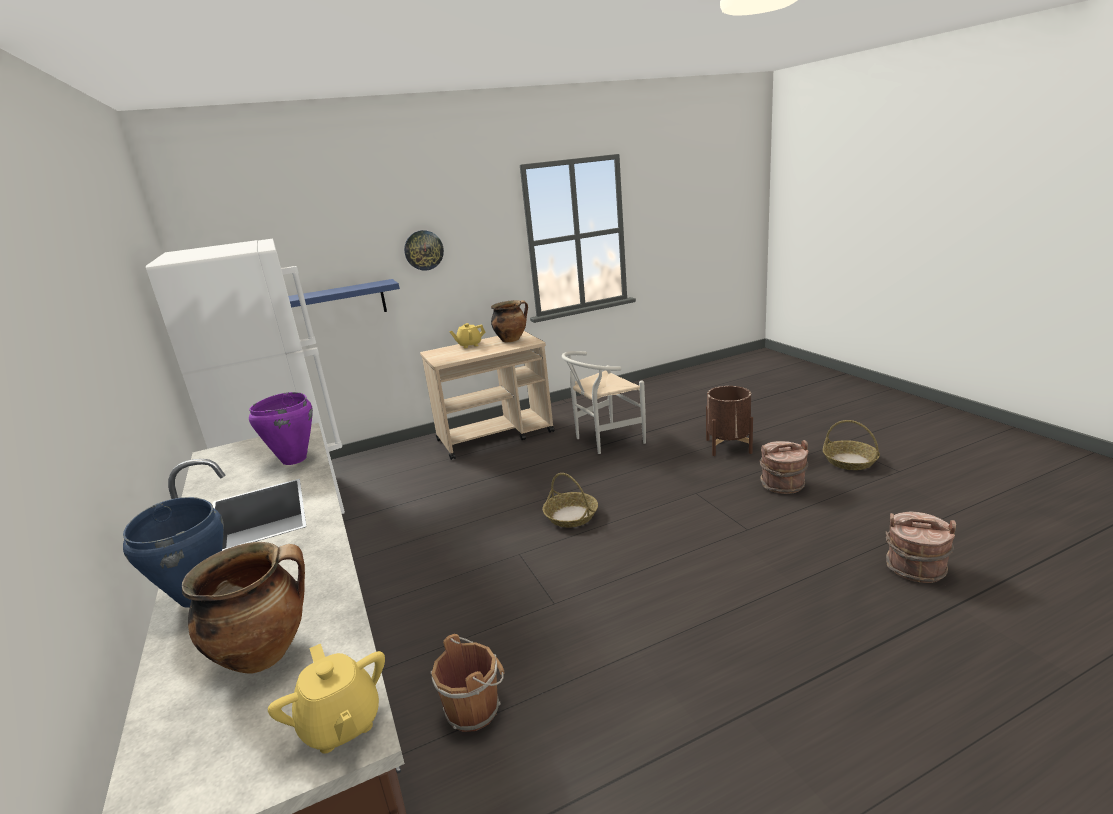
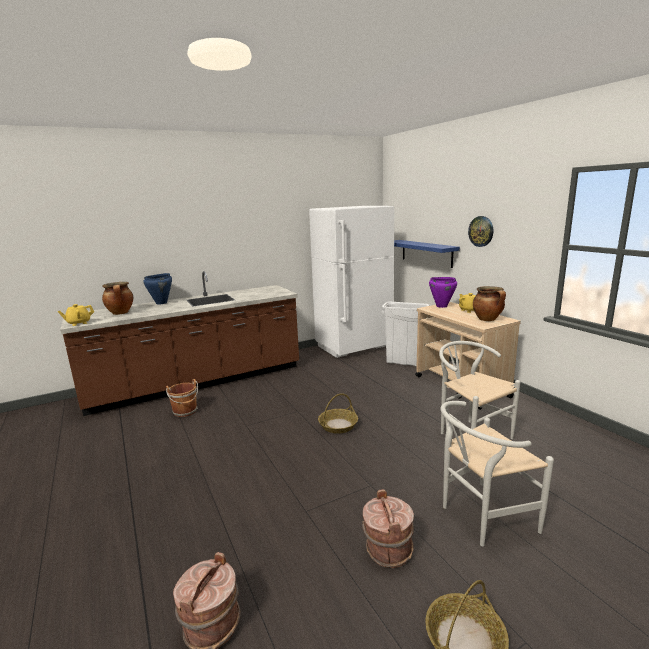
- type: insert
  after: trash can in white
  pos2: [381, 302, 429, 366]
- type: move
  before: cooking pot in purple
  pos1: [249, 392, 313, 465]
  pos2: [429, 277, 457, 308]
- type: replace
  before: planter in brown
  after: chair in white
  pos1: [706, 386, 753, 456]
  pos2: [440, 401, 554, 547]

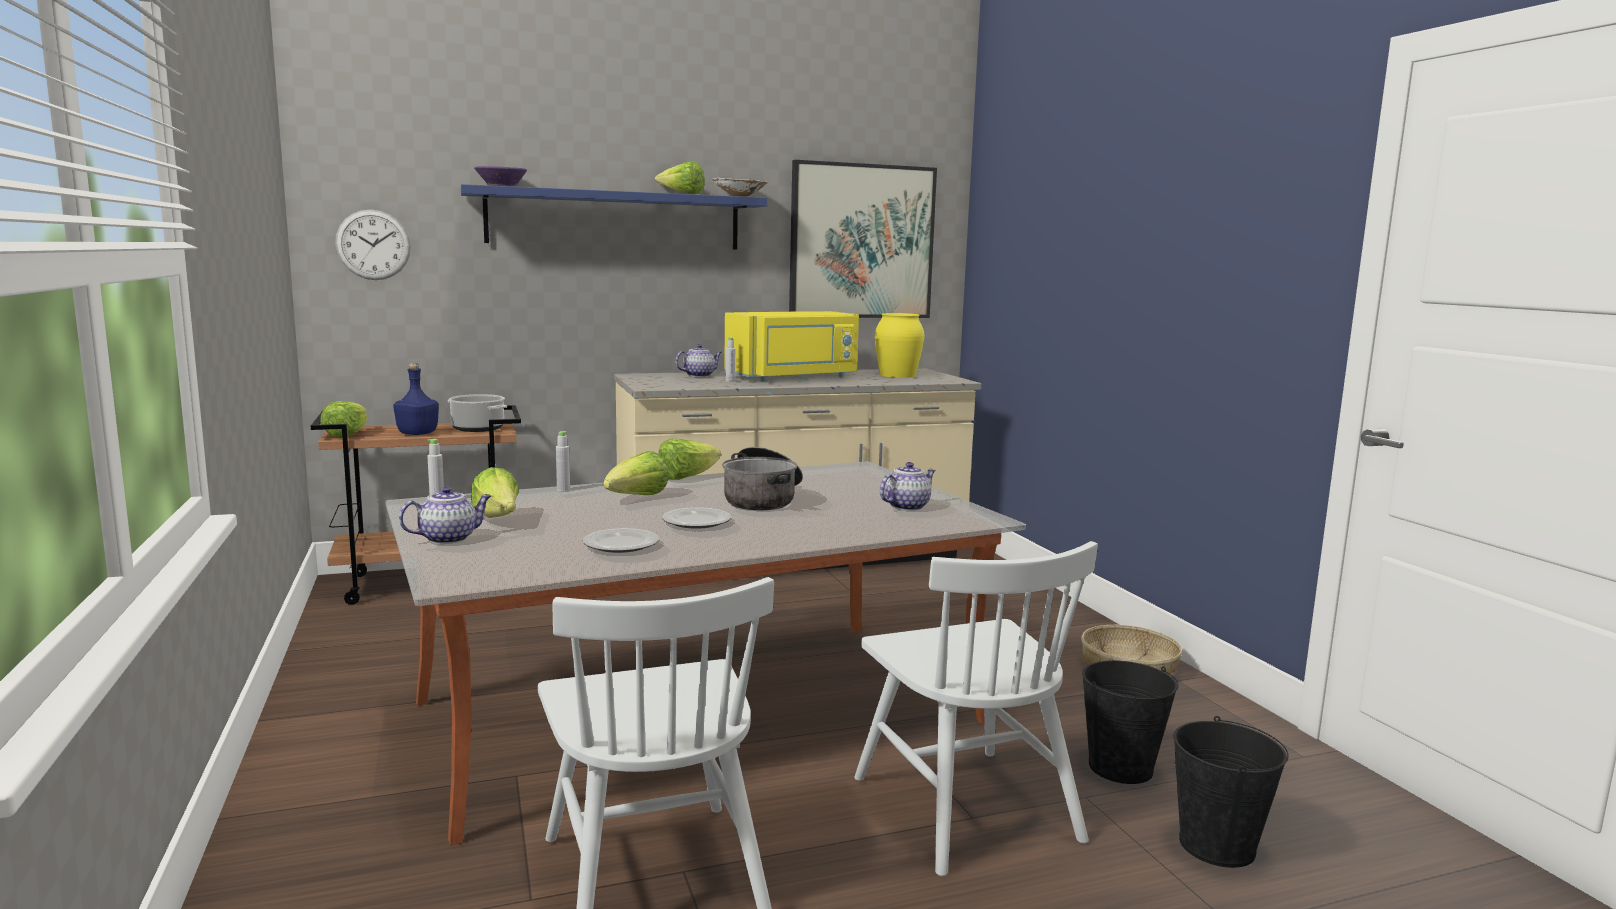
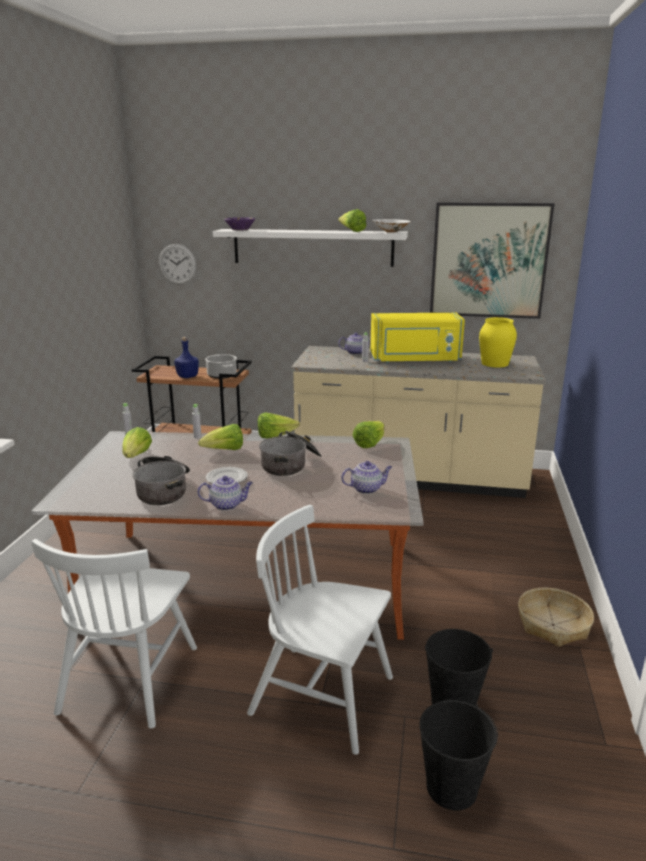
- type: move
  before: lettuce
  pos1: [320, 401, 367, 437]
  pos2: [353, 421, 384, 448]
- type: move
  before: teapot
  pos1: [399, 486, 491, 544]
  pos2: [198, 476, 253, 511]
- type: replace
  before: plate
  after: cooking pot
  pos1: [582, 528, 659, 553]
  pos2: [133, 456, 190, 505]
- type: recolor
  before: shelf in blue
  after: shelf in white
  pos1: [461, 184, 768, 250]
  pos2: [213, 229, 408, 267]
- type: rotate
  before: chair in white
  pos1: [854, 541, 1098, 876]
  pos2: [247, 505, 393, 755]
  turn: 105

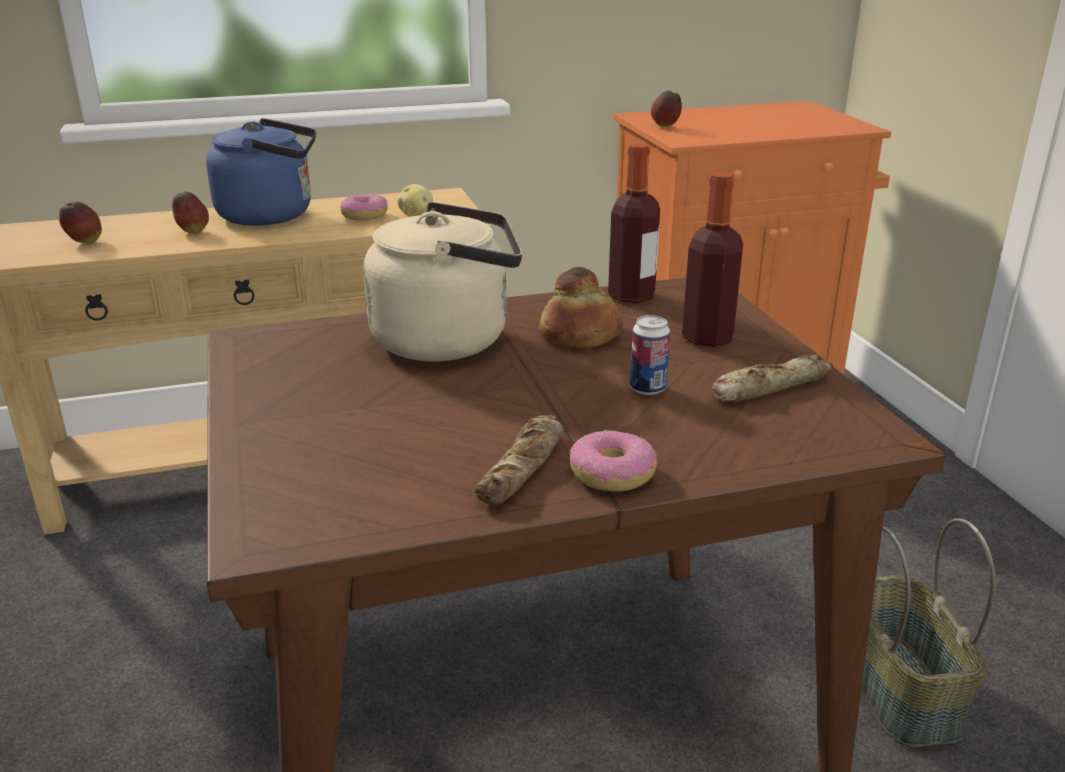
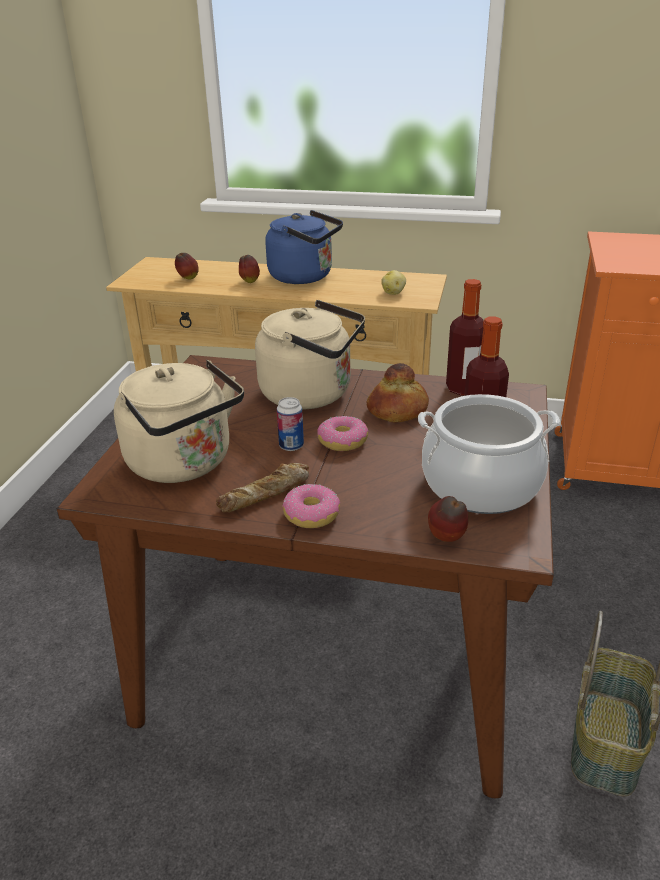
- type: insert
  after: kettle in beige
  pos2: [114, 359, 244, 483]
- type: move
  before: donut
  pos1: [340, 193, 388, 221]
  pos2: [317, 416, 369, 451]
- type: move
  before: can
  pos1: [630, 315, 670, 395]
  pos2: [277, 397, 304, 451]
- type: move
  before: apple
  pos1: [651, 91, 682, 127]
  pos2: [428, 496, 468, 542]
- type: replace
  before: bread
  after: cooking pot
  pos1: [712, 355, 833, 403]
  pos2: [418, 394, 560, 514]

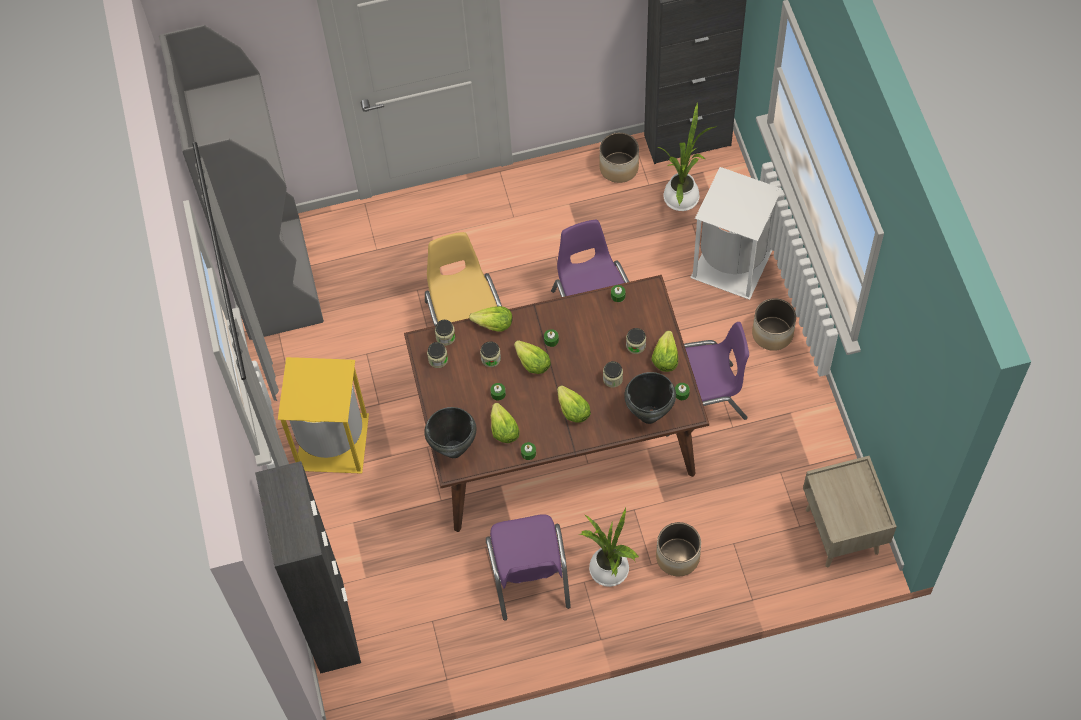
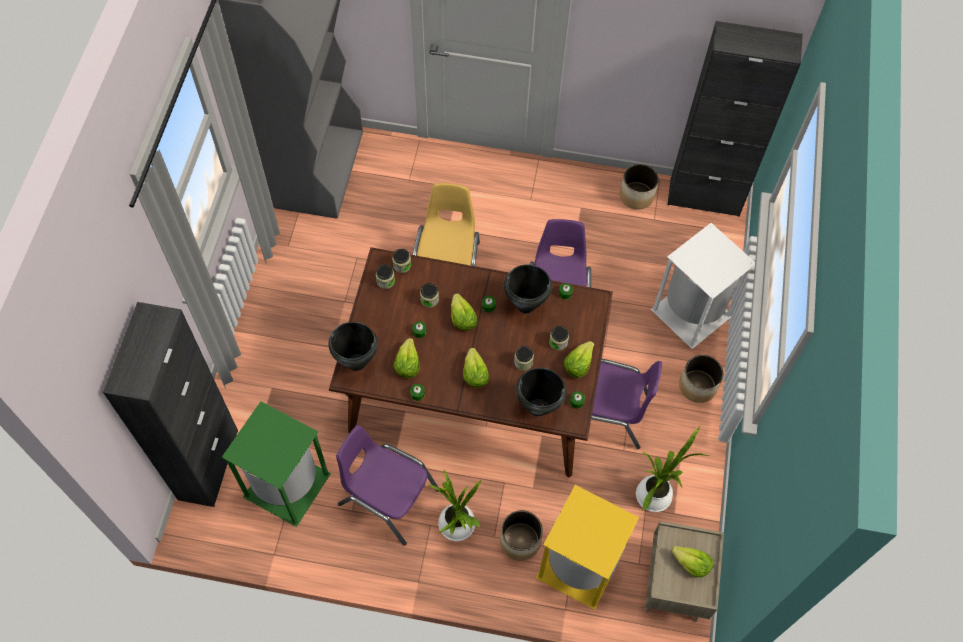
- type: insert
  after: trash can in green
  pos2: [222, 401, 331, 527]
- type: insert
  after: cooking pot in black
  pos2: [504, 264, 552, 313]
- type: move
  before: trash can in yellow
  pos1: [278, 357, 369, 474]
  pos2: [536, 485, 639, 610]
- type: move
  before: lettuce
  pos1: [469, 306, 512, 332]
  pos2: [671, 546, 713, 577]
- type: move
  before: potted plant
  pos1: [658, 102, 717, 211]
  pos2: [636, 426, 710, 512]
- type: rotate
  before: chair in purple
  pos1: [486, 514, 571, 621]
  pos2: [336, 425, 439, 546]
  turn: 105

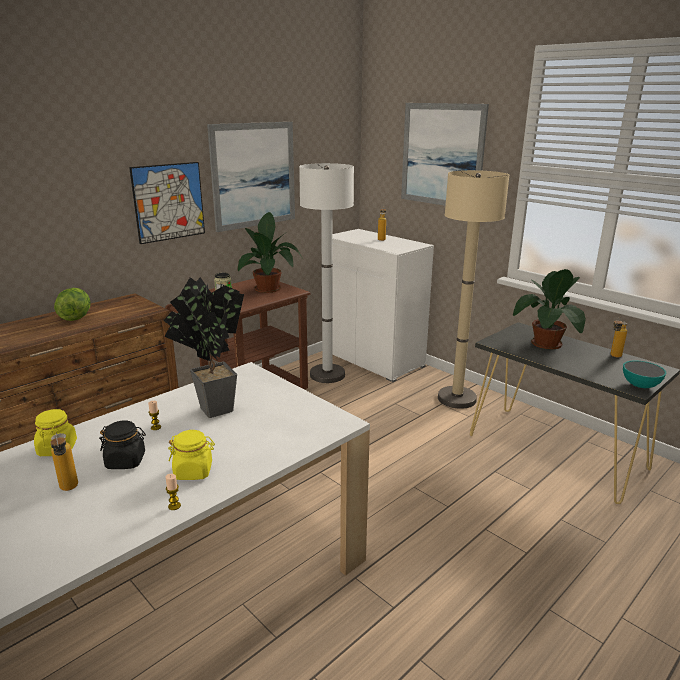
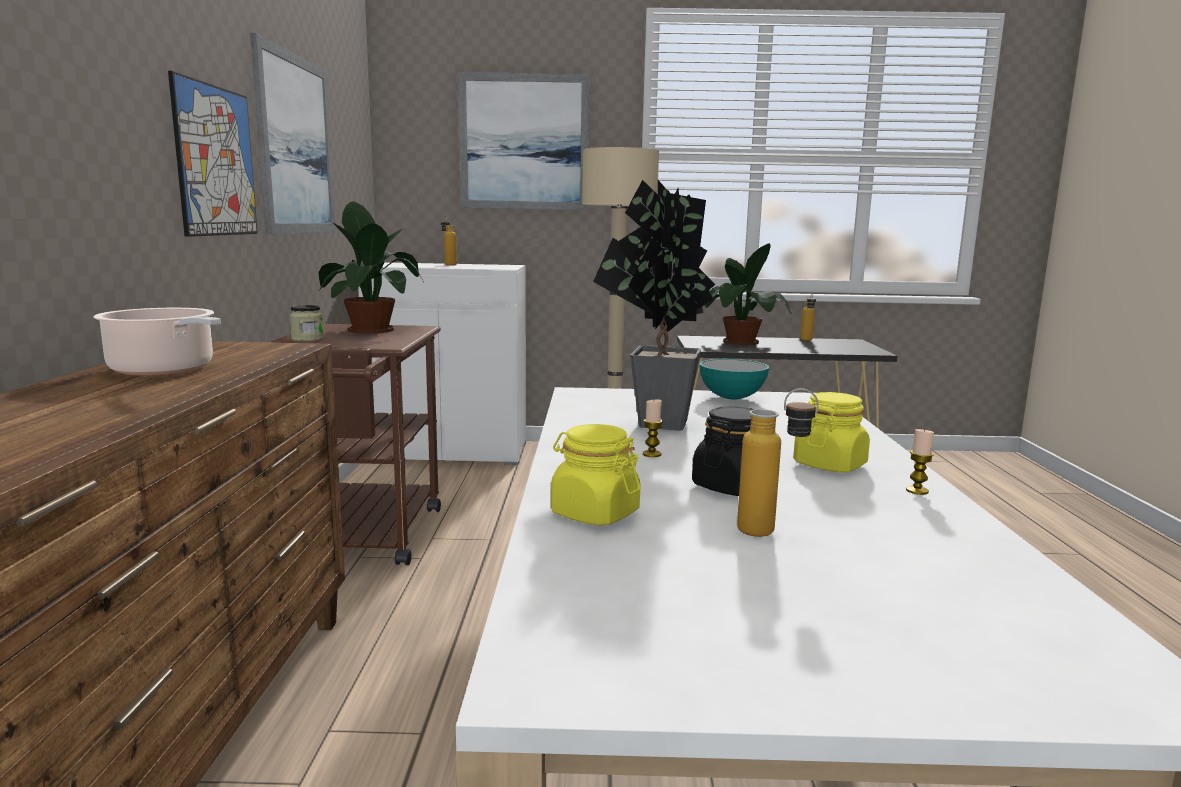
- type: delete
  before: floor lamp in white
  pos1: [299, 163, 354, 383]
- type: move
  before: bowl
  pos1: [623, 360, 666, 388]
  pos2: [700, 359, 769, 399]
- type: replace
  before: lettuce
  after: cooking pot
  pos1: [54, 288, 91, 321]
  pos2: [93, 308, 221, 376]

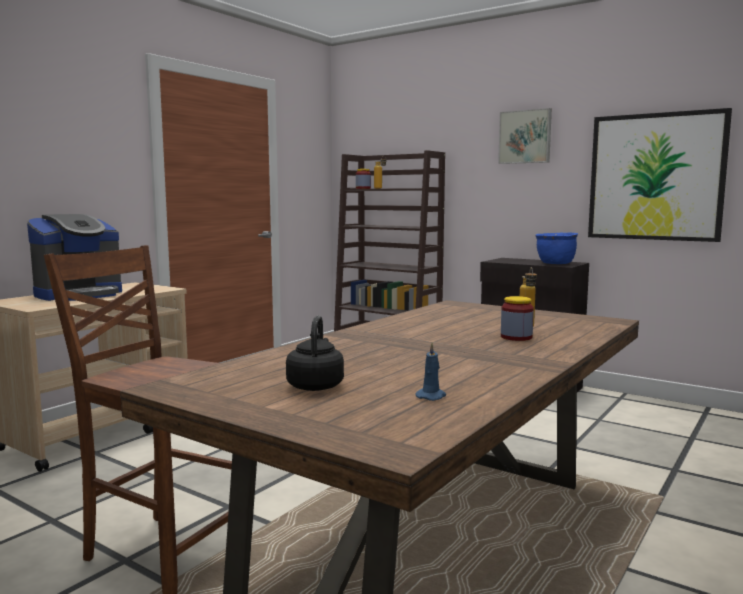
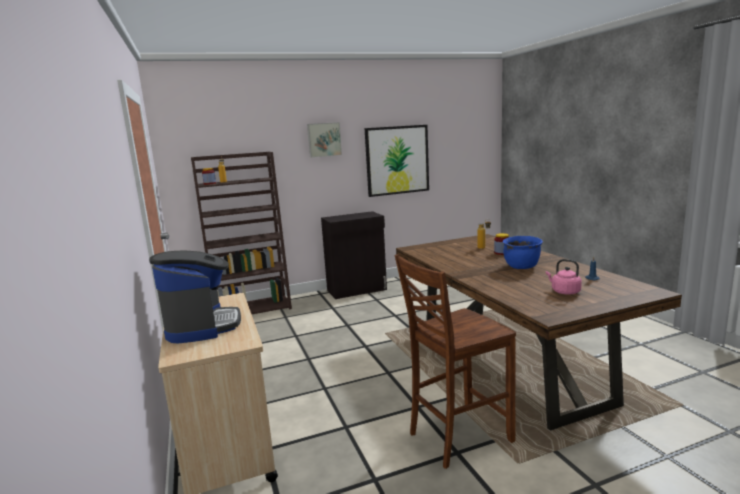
- type: move
  before: cooking pot in blue
  pos1: [535, 232, 578, 264]
  pos2: [503, 236, 543, 269]
- type: recolor
  before: kettle in black
  after: kettle in pink
  pos1: [286, 315, 344, 391]
  pos2: [546, 259, 582, 294]

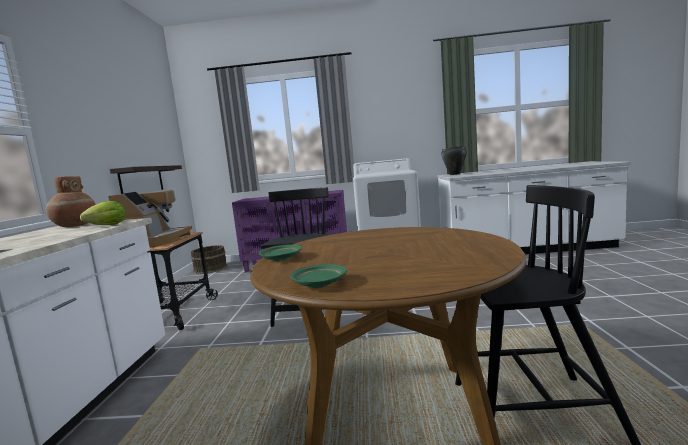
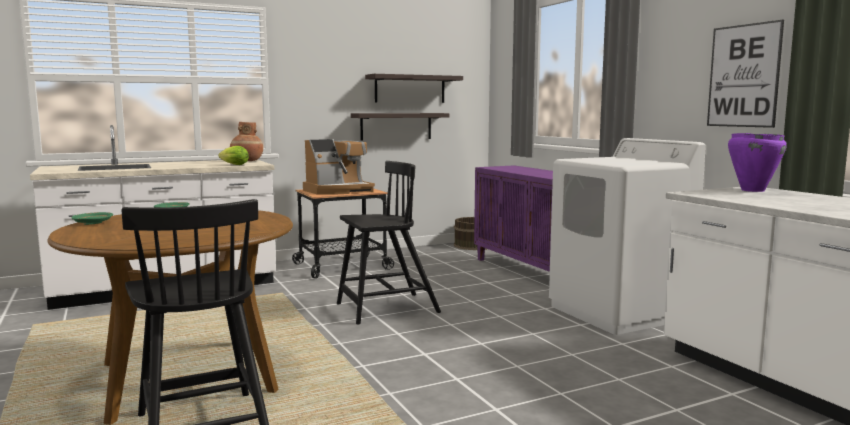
- type: insert
  after: shelf
  pos2: [365, 74, 463, 103]
- type: insert
  after: picture
  pos2: [707, 20, 784, 128]
- type: recolor
  before: cooking pot in black
  after: cooking pot in purple
  pos1: [441, 146, 467, 175]
  pos2: [728, 133, 787, 192]

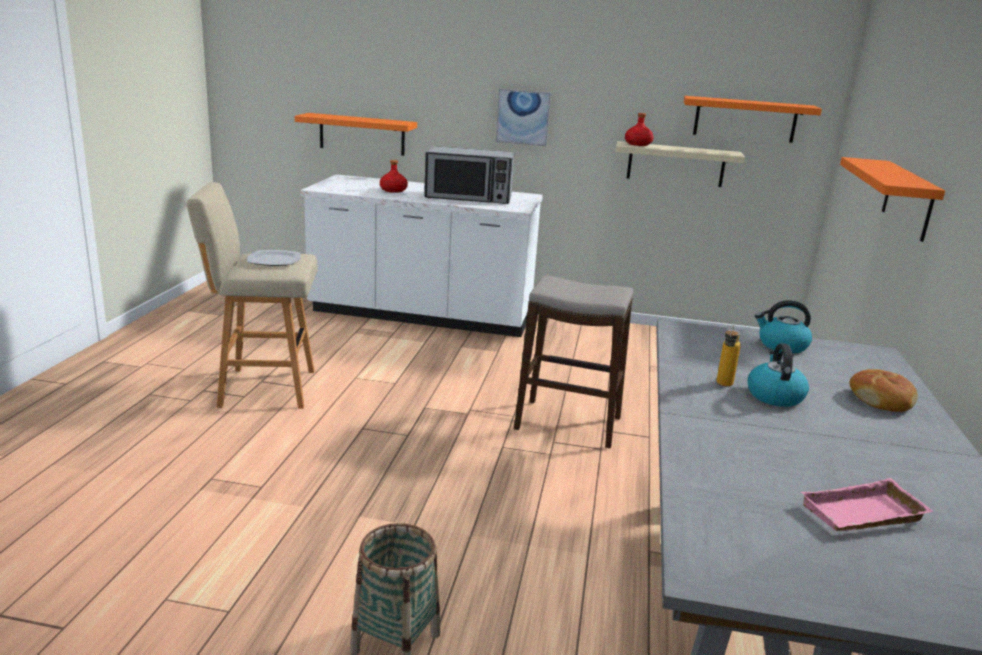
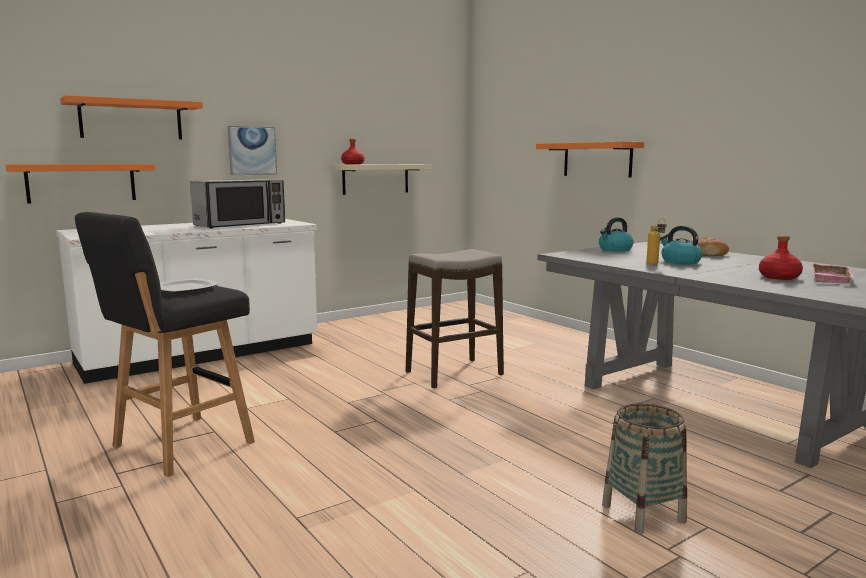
- type: move
  before: bottle in red
  pos1: [380, 160, 408, 193]
  pos2: [759, 235, 803, 280]
- type: move
  before: shelf in orange
  pos1: [684, 96, 822, 143]
  pos2: [60, 95, 203, 139]
- type: recolor
  before: stool in beige
  after: stool in black
  pos1: [187, 182, 318, 409]
  pos2: [75, 212, 255, 477]

